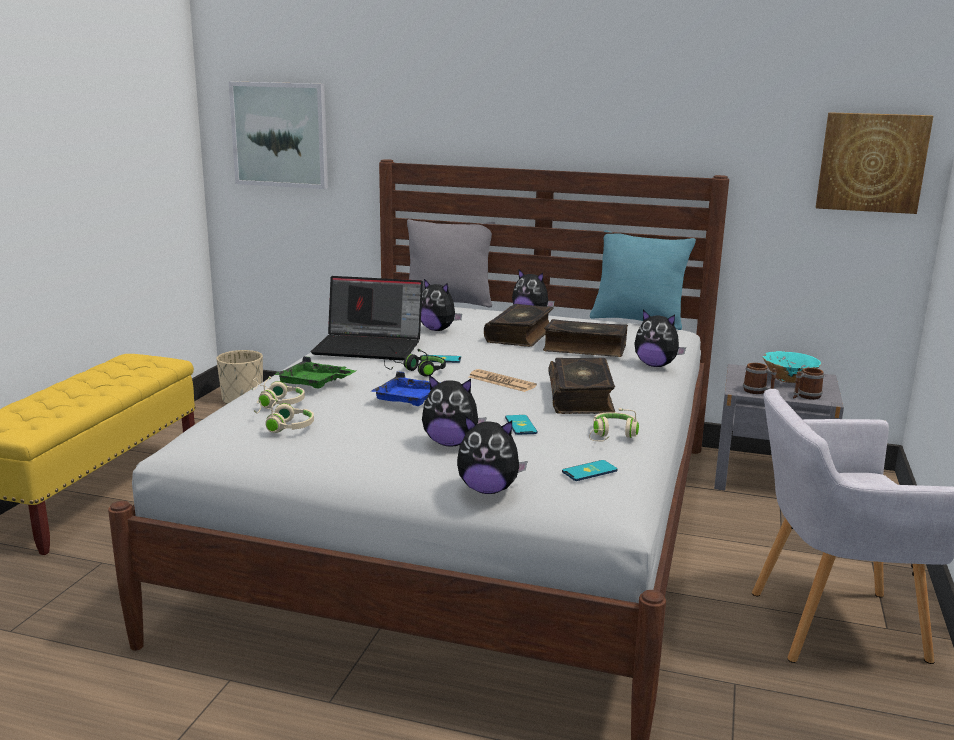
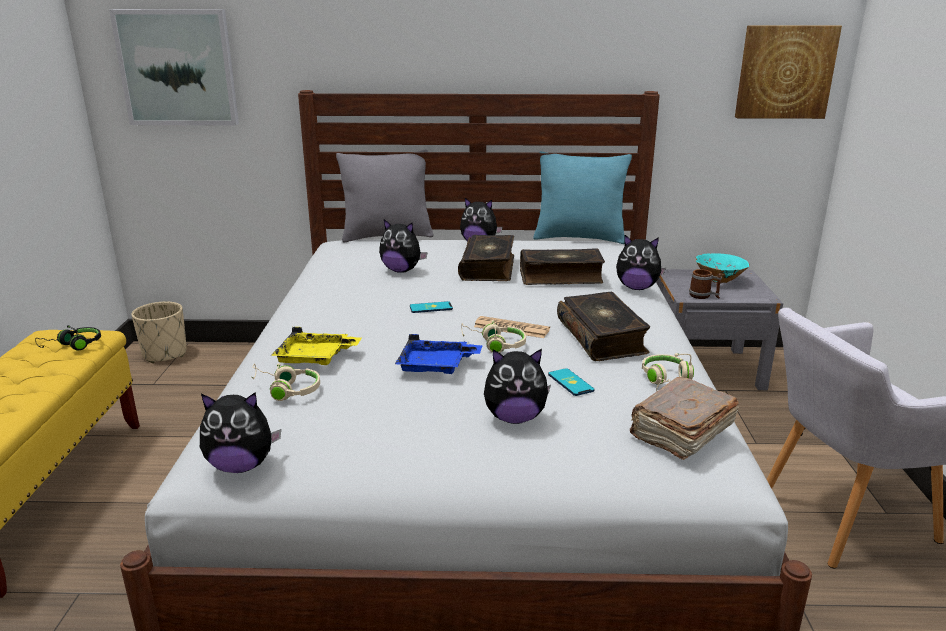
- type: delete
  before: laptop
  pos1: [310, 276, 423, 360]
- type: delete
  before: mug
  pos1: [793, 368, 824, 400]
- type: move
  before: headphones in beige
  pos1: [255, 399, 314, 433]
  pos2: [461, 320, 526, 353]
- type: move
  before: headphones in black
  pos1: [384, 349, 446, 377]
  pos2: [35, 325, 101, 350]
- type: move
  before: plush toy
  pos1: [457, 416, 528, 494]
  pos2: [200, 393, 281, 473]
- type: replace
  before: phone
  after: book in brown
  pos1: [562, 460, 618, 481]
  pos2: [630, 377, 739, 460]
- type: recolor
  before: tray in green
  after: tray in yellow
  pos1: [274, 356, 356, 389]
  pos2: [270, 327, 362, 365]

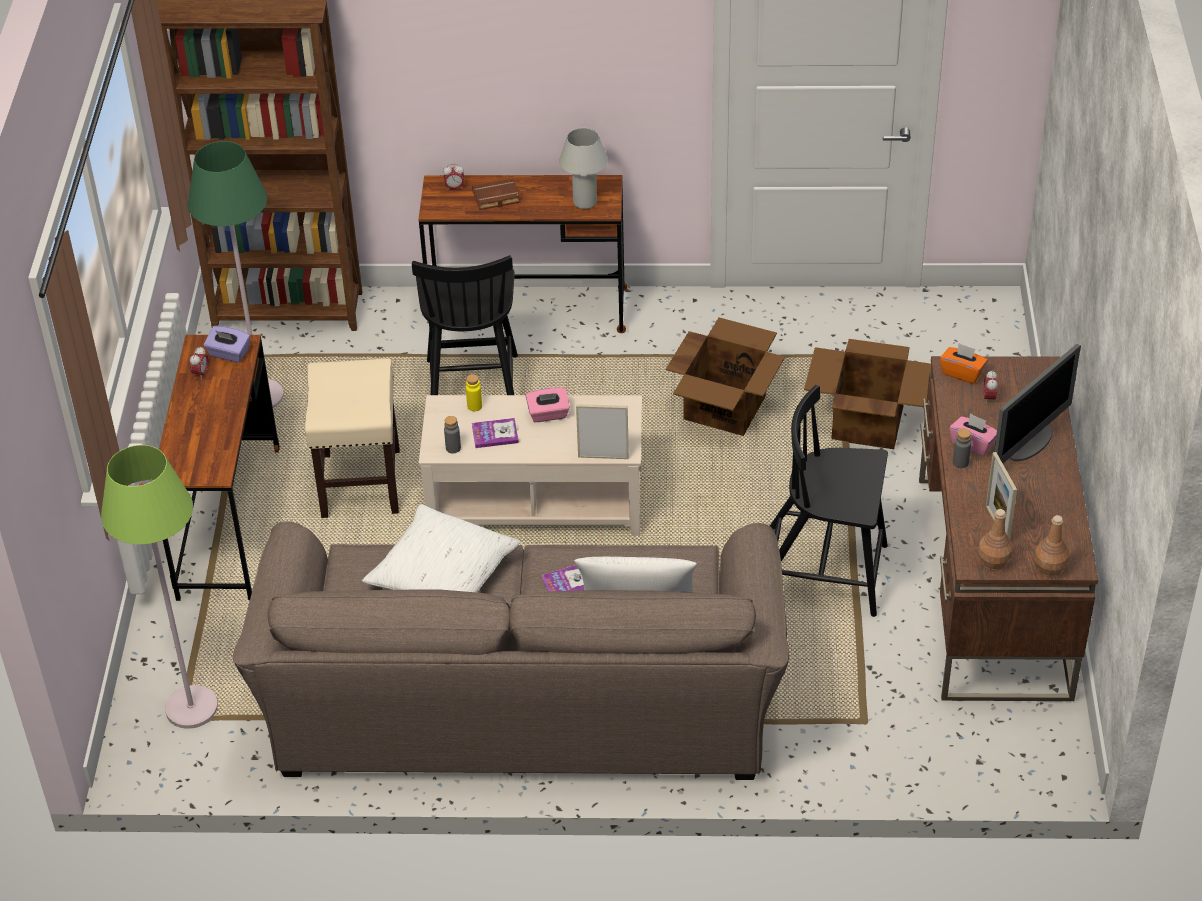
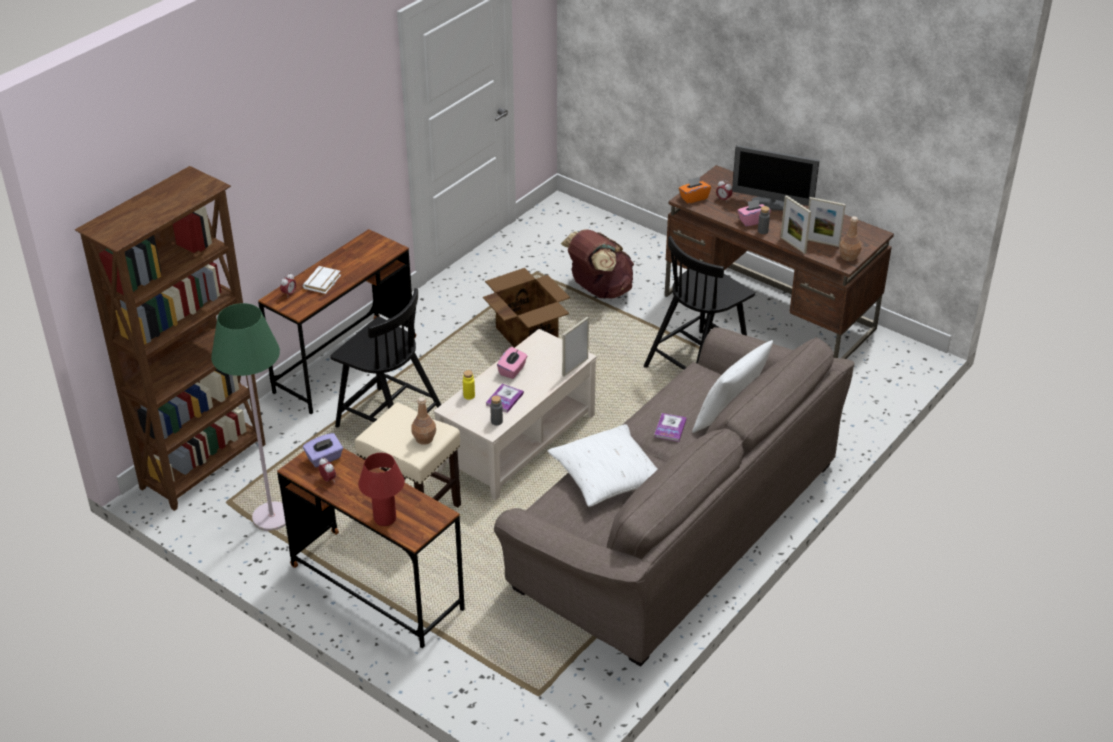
- type: delete
  before: floor lamp in green
  pos1: [101, 445, 218, 729]
- type: delete
  before: table lamp in white
  pos1: [559, 128, 608, 209]
- type: insert
  after: table lamp in red
  pos2: [358, 453, 405, 526]
- type: insert
  after: picture frame
  pos2: [780, 195, 811, 254]
- type: move
  before: bottle in brown
  pos1: [1034, 515, 1069, 577]
  pos2: [411, 397, 436, 445]
- type: replace
  before: cardboard box
  after: backpack in brown
  pos1: [804, 339, 931, 449]
  pos2: [561, 230, 634, 299]
- type: recolor
  before: book in brown
  after: book in white
  pos1: [472, 179, 521, 210]
  pos2: [302, 266, 341, 294]
- type: rotate
  before: monitor
  pos1: [994, 344, 1081, 463]
  pos2: [732, 145, 819, 211]
  turn: 120

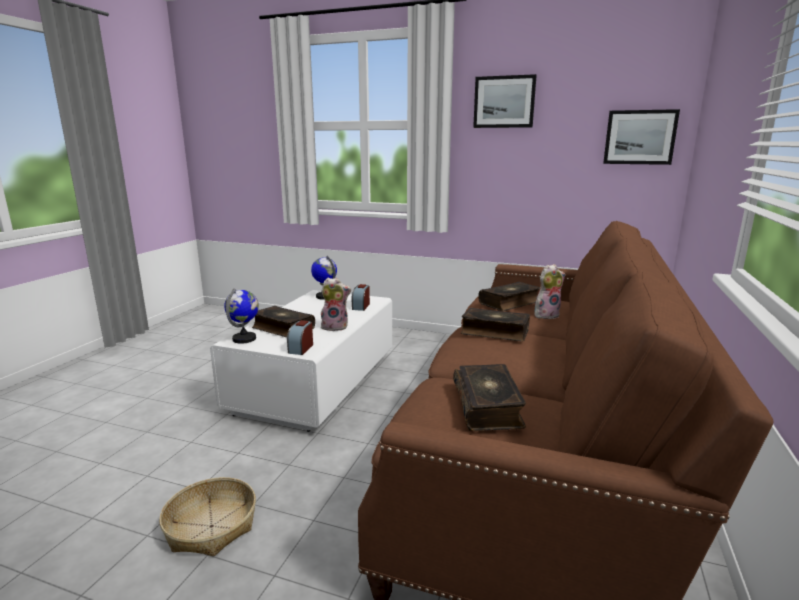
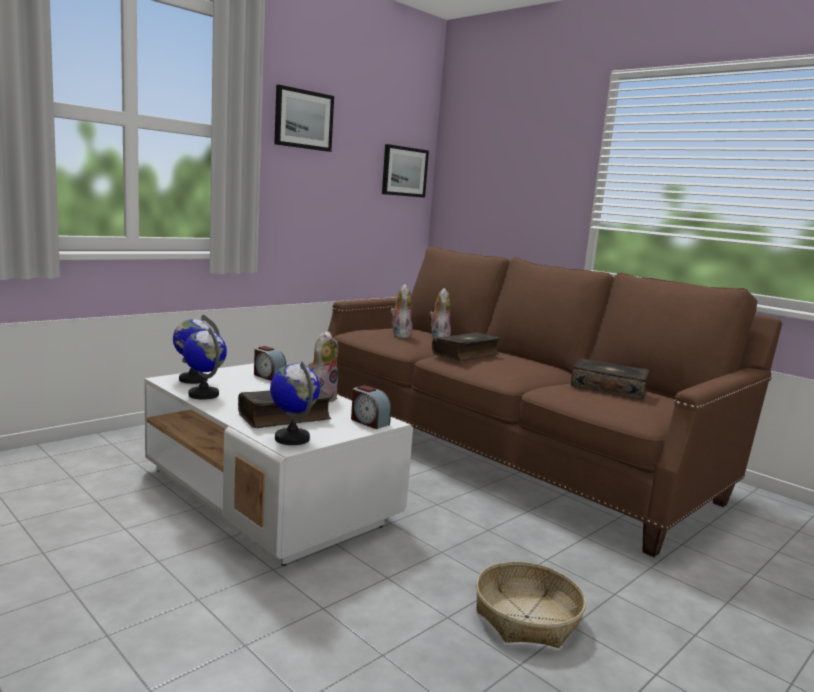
- type: insert
  after: globe
  pos2: [183, 327, 227, 400]
- type: replace
  before: book
  after: plush toy
  pos1: [478, 282, 540, 311]
  pos2: [390, 284, 412, 338]

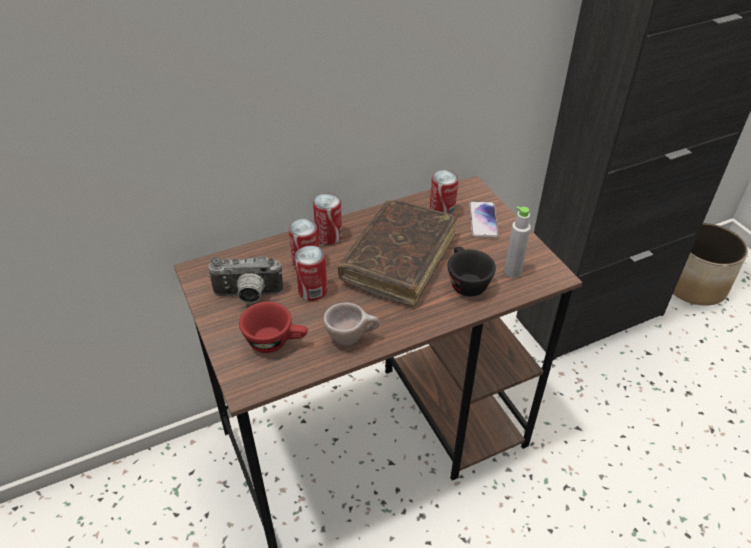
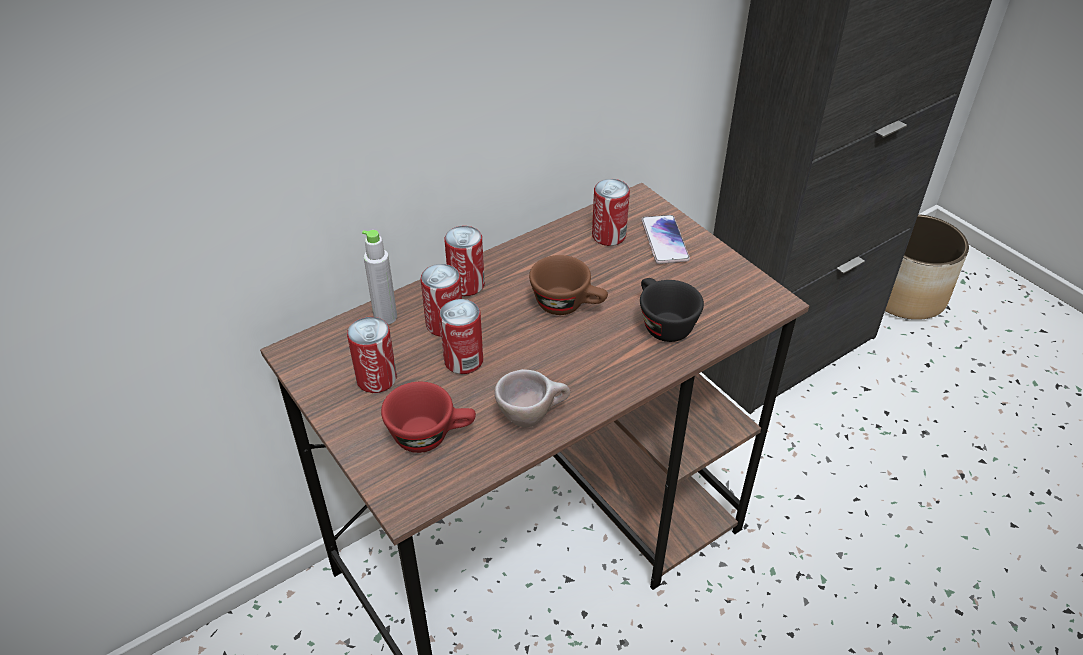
- type: move
  before: bottle in grey
  pos1: [504, 206, 531, 278]
  pos2: [362, 230, 397, 325]
- type: replace
  before: photo camera
  after: can
  pos1: [208, 257, 283, 303]
  pos2: [347, 317, 397, 393]
- type: replace
  before: book in brown
  after: cup in brown
  pos1: [338, 200, 457, 306]
  pos2: [529, 255, 608, 315]

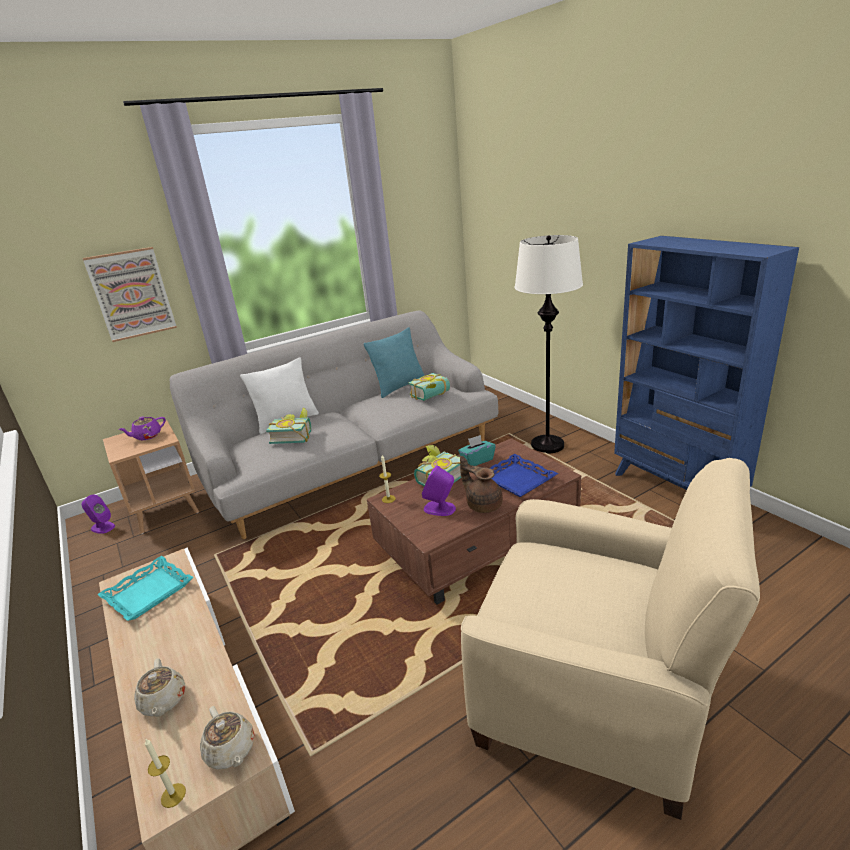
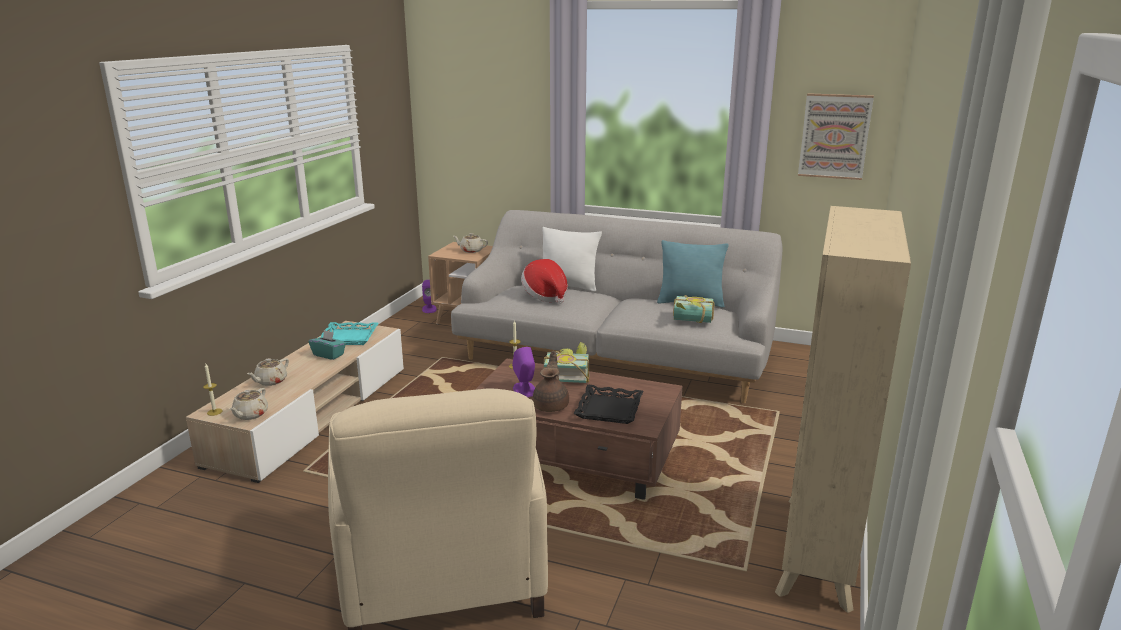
- type: delete
  before: floor lamp in white
  pos1: [514, 235, 583, 454]
- type: move
  before: picture
  pos1: [83, 247, 177, 342]
  pos2: [798, 93, 874, 180]
- type: move
  before: tissue box in turquoise
  pos1: [458, 435, 496, 466]
  pos2: [309, 330, 346, 360]
- type: replace
  before: book
  after: hat
  pos1: [266, 408, 311, 444]
  pos2: [521, 259, 568, 304]
- type: recolor
  before: teapot in purple
  after: teapot in beige
  pos1: [118, 416, 166, 440]
  pos2: [453, 233, 488, 253]
- type: recolor
  before: tray in blue
  after: tray in black
  pos1: [490, 454, 558, 497]
  pos2: [574, 385, 643, 424]
- type: recolor
  before: bookcase in blue
  after: bookcase in beige
  pos1: [614, 236, 799, 490]
  pos2: [775, 206, 911, 613]

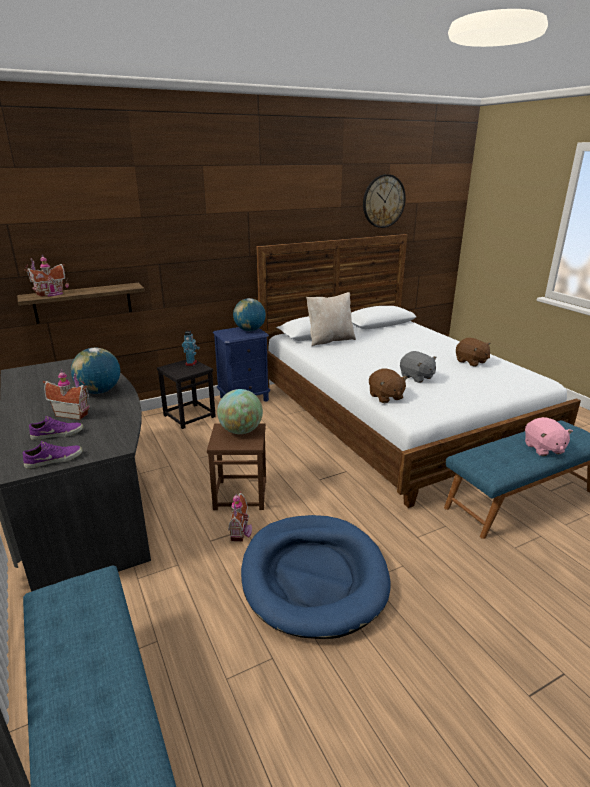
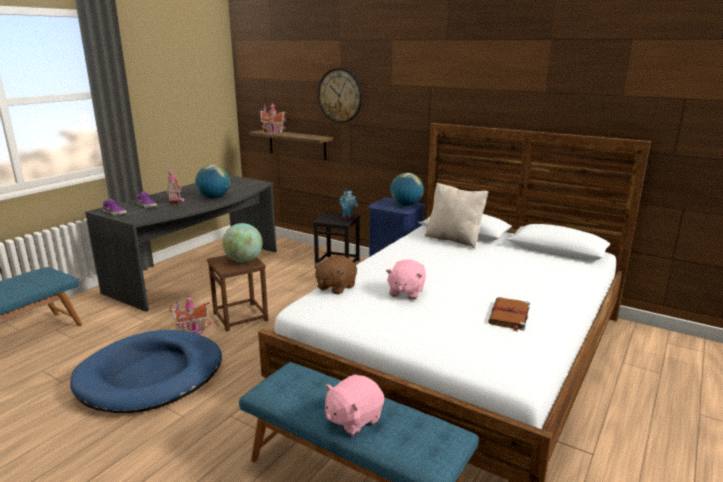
- type: move
  before: wall clock
  pos1: [363, 174, 406, 228]
  pos2: [318, 68, 363, 123]
- type: replace
  before: plush toy in brown
  after: book in brown
  pos1: [456, 338, 490, 367]
  pos2: [488, 297, 530, 331]
- type: recolor
  before: plush toy in grey
  after: plush toy in pink
  pos1: [400, 351, 437, 383]
  pos2: [386, 259, 426, 300]

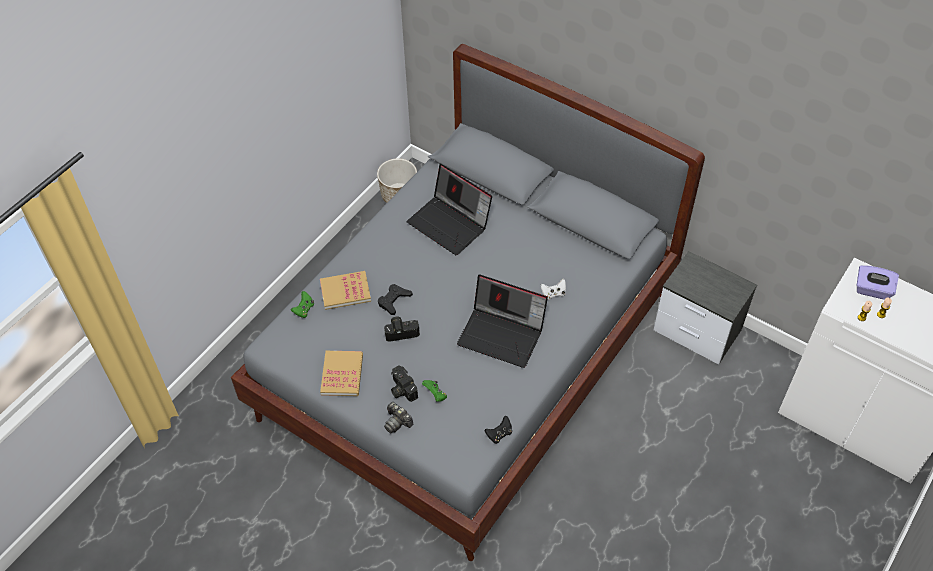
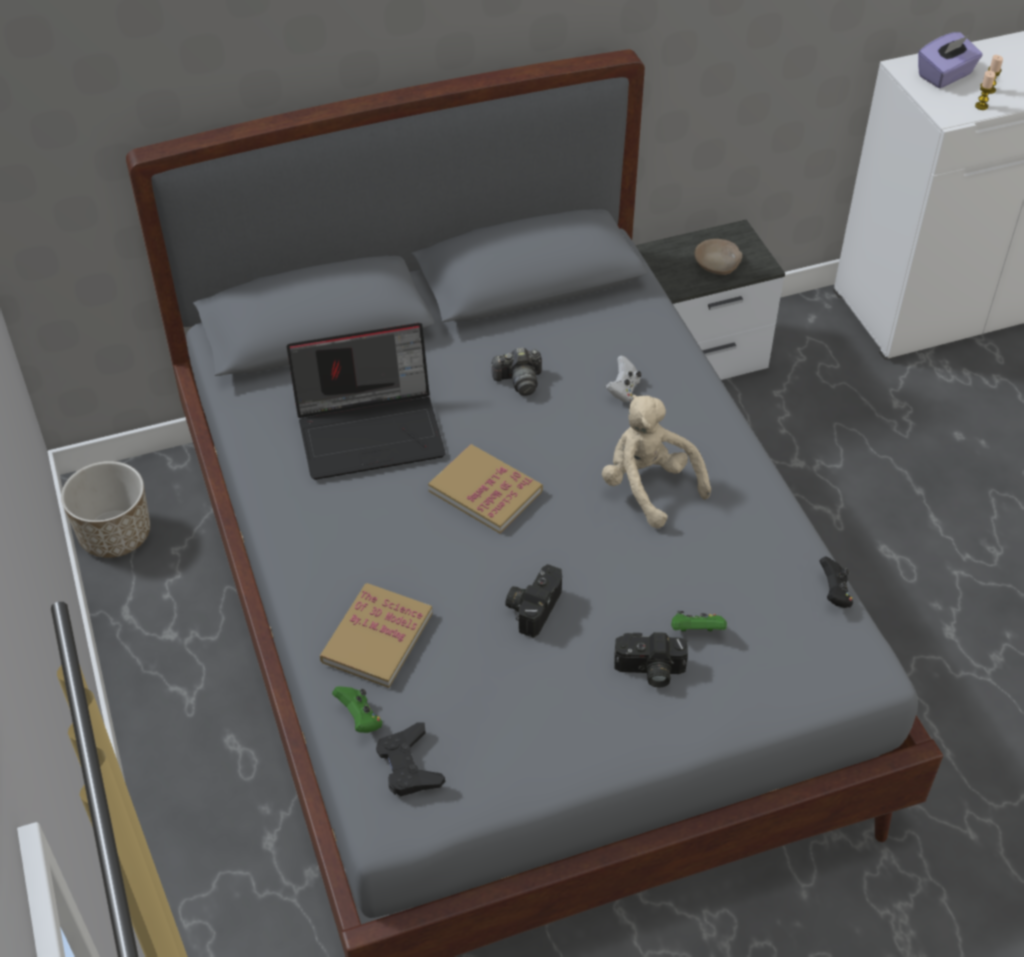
- type: insert
  after: bowl in beige
  pos2: [694, 239, 743, 275]
- type: move
  before: book
  pos1: [320, 351, 363, 396]
  pos2: [428, 444, 543, 534]
- type: move
  before: game controller in black
  pos1: [378, 284, 413, 315]
  pos2: [376, 723, 445, 796]
- type: move
  before: photo camera
  pos1: [384, 402, 413, 433]
  pos2: [491, 347, 542, 396]
- type: replace
  before: laptop
  after: plush toy in beige
  pos1: [457, 275, 548, 368]
  pos2: [602, 395, 711, 529]

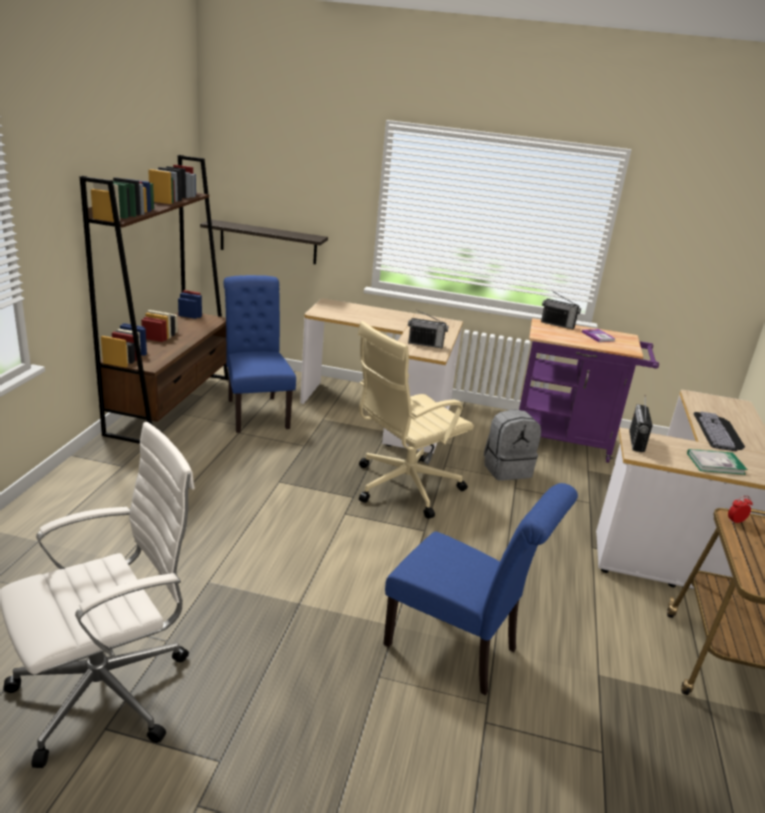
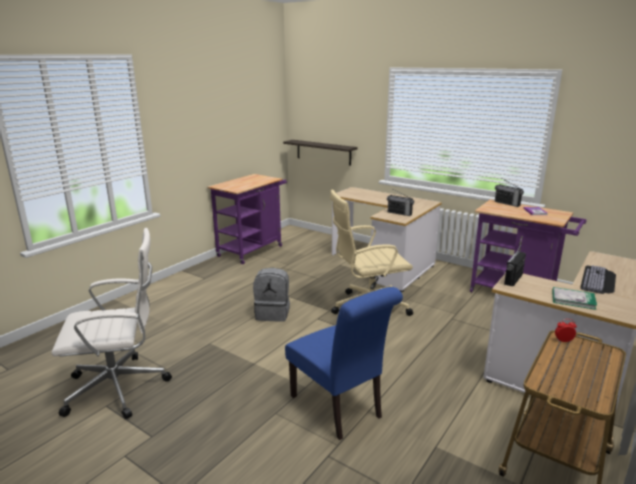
- type: delete
  before: chair in blue
  pos1: [224, 275, 296, 433]
- type: move
  before: backpack in grey
  pos1: [484, 409, 541, 480]
  pos2: [253, 268, 290, 322]
- type: replace
  before: bookcase in brown
  after: cart in purple
  pos1: [80, 155, 229, 444]
  pos2: [207, 174, 287, 264]

